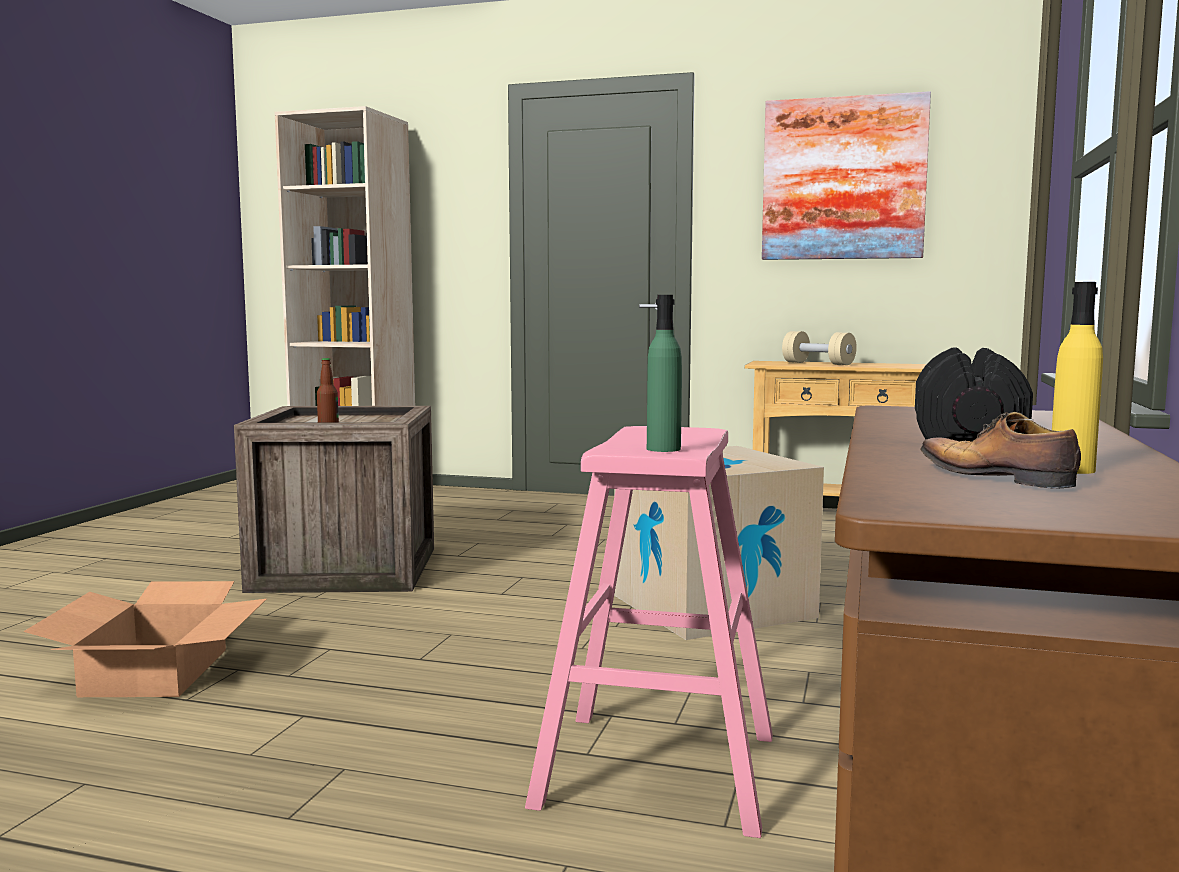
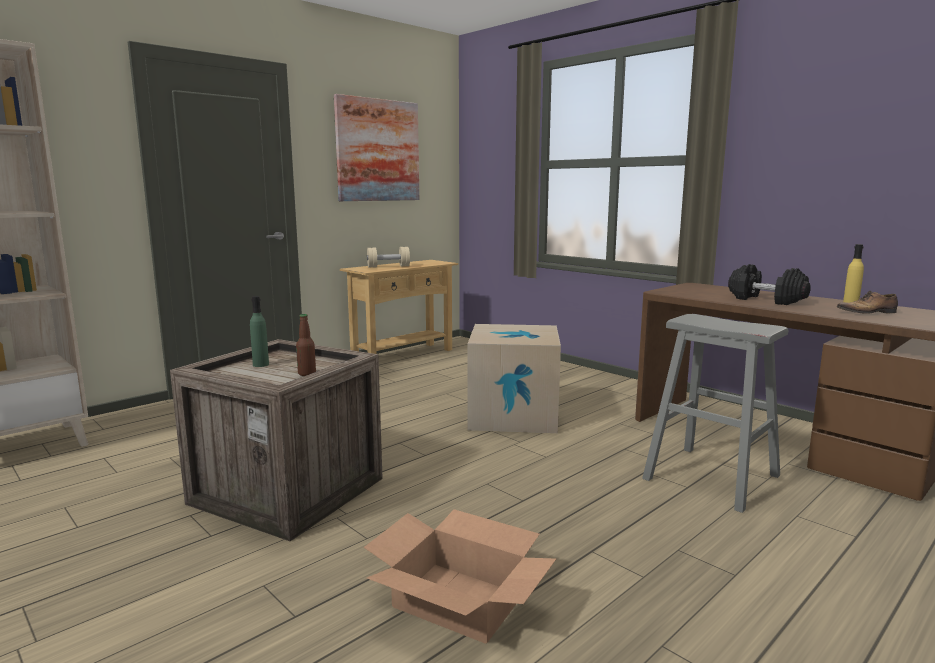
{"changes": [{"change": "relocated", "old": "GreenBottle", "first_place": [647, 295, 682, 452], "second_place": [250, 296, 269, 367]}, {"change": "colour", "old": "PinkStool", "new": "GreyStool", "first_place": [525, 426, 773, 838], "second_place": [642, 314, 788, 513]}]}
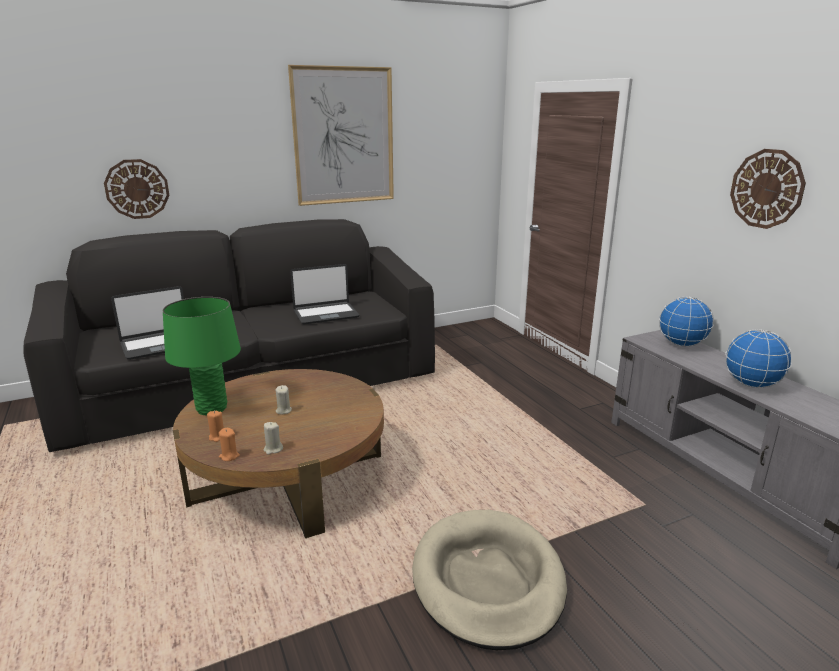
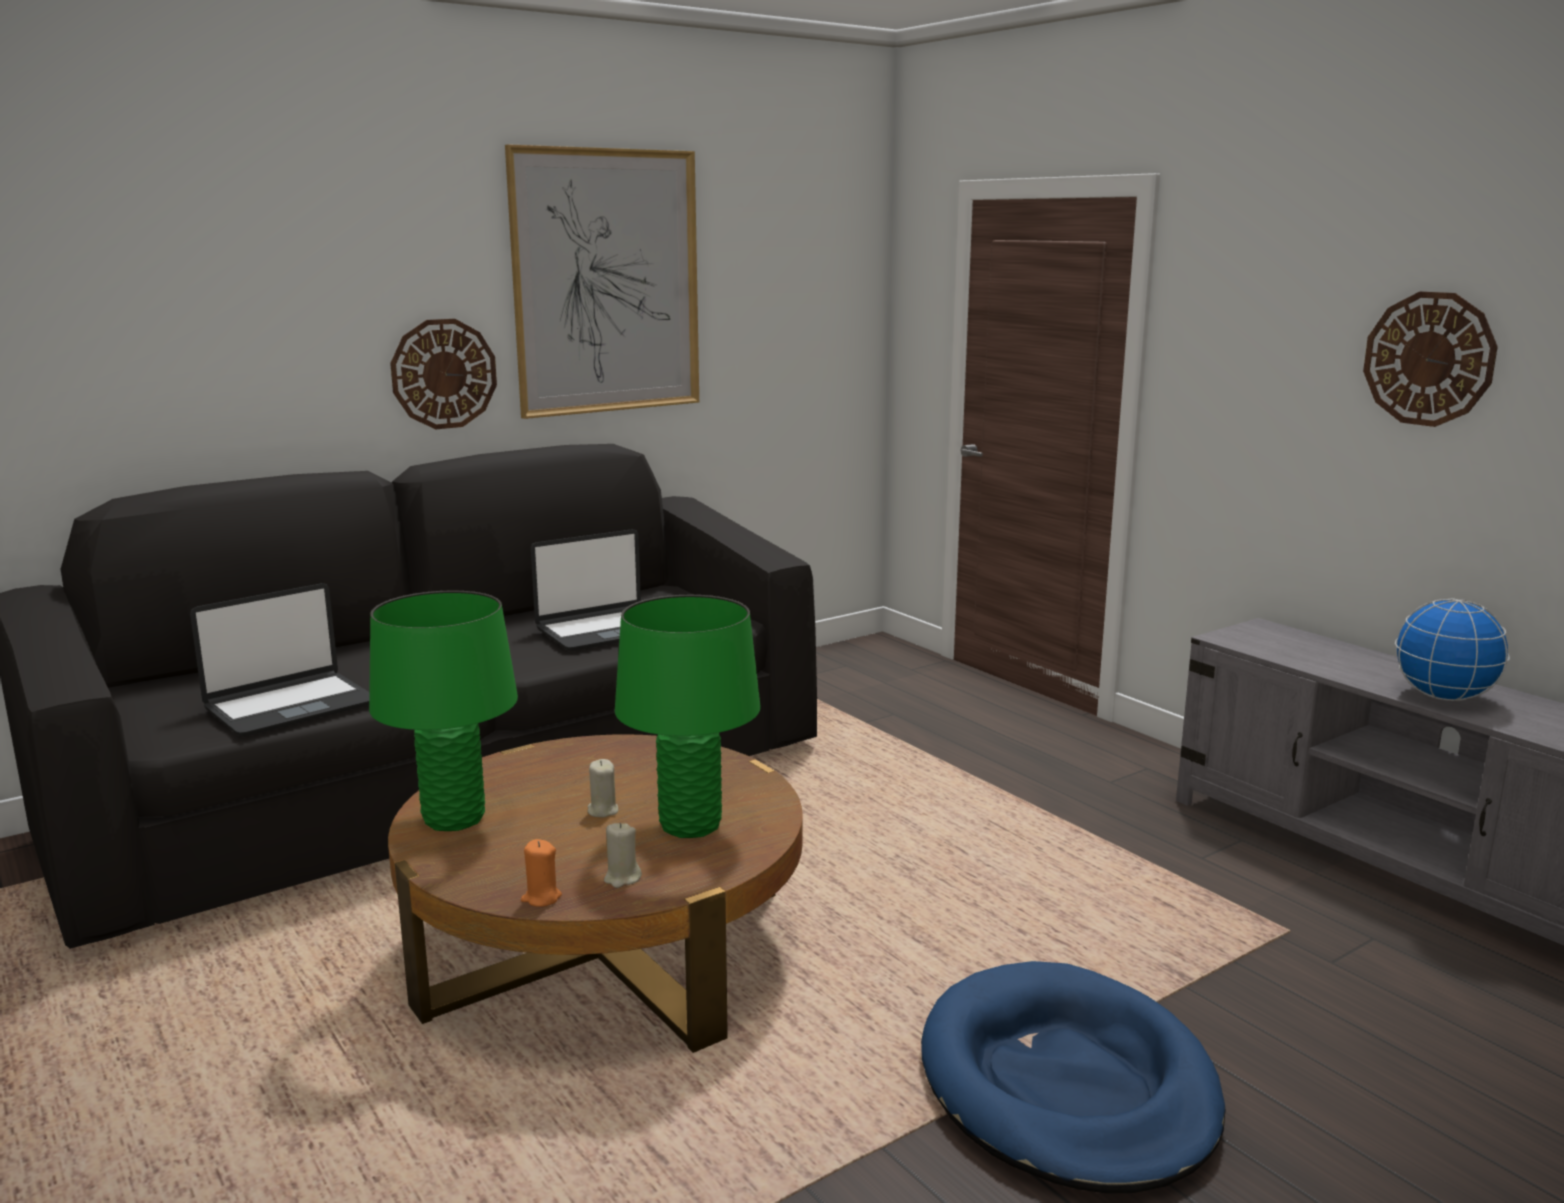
{"changes": [{"change": "relocated", "old": "WallClock", "first_place": [104, 159, 170, 219], "second_place": [390, 319, 497, 429]}, {"change": "missing", "old": "Globe", "first_place": [659, 297, 714, 347]}, {"change": "missing", "old": "OrangeCandle", "first_place": [207, 411, 224, 442]}, {"change": "colour", "old": "BeigeDogBed", "new": "BlueDogBed", "first_place": [412, 510, 567, 650], "second_place": [921, 961, 1225, 1194]}, {"change": "appeared", "new": "GreenTableLamp", "second_place": [615, 595, 761, 838]}]}
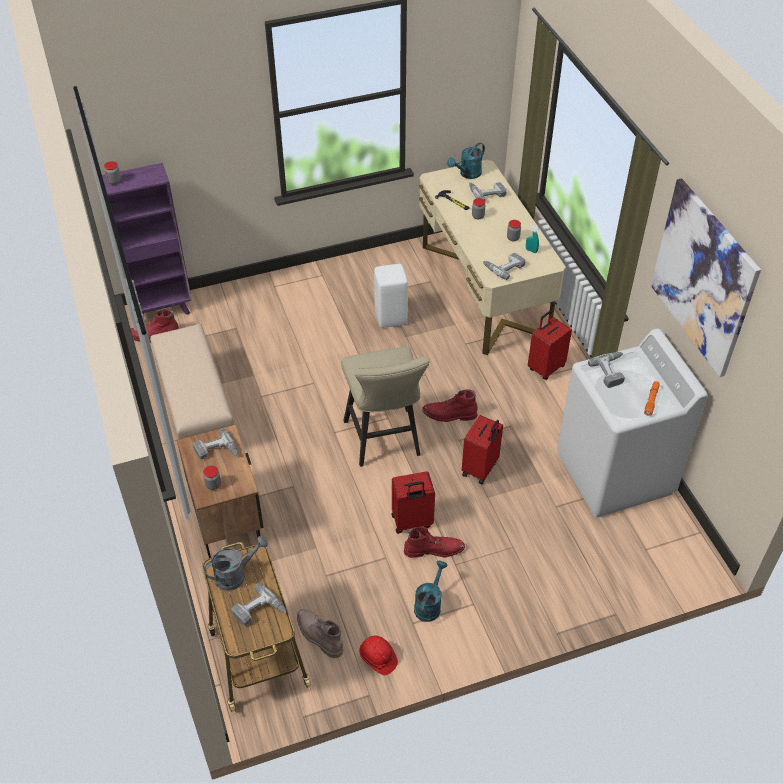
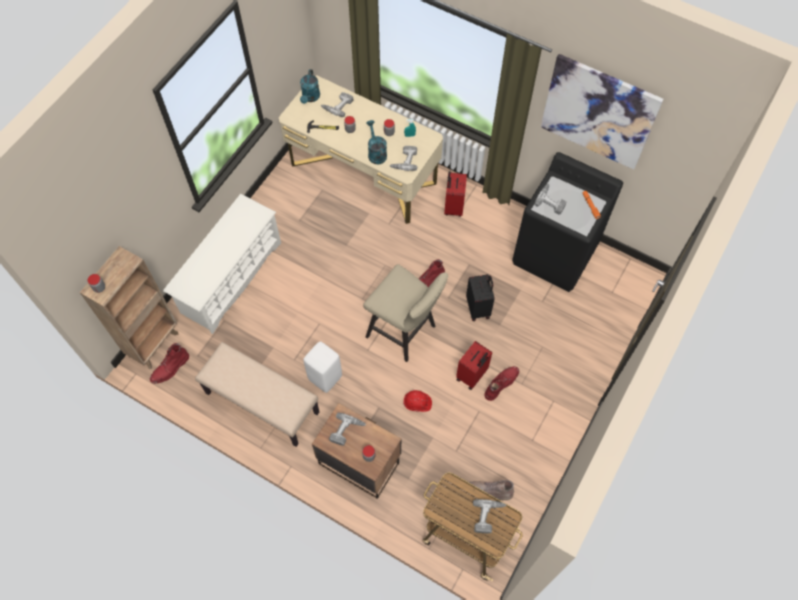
{"changes": [{"change": "colour", "old": "PurpleBookcase", "new": "BrownBookcase", "first_place": [102, 163, 192, 316], "second_place": [80, 246, 178, 369]}, {"change": "relocated", "old": "WhiteStool", "first_place": [374, 264, 408, 328], "second_place": [303, 341, 342, 393]}, {"change": "colour", "old": "WhiteWashingMachine", "new": "BlackWashingMachine", "first_place": [557, 328, 707, 517], "second_place": [512, 152, 623, 292]}, {"change": "colour", "old": "RedSuitcase", "new": "BlackSuitcase", "first_place": [462, 415, 503, 484], "second_place": [466, 275, 495, 321]}, {"change": "missing", "old": "GreyWateringCan", "first_place": [204, 536, 268, 591]}, {"change": "relocated", "old": "TurquoiseWateringCan", "first_place": [414, 561, 448, 622], "second_place": [366, 120, 387, 165]}, {"change": "relocated", "old": "RedHardHat", "first_place": [359, 635, 398, 675], "second_place": [403, 390, 432, 412]}, {"change": "appeared", "new": "WhiteShoeRack", "second_place": [163, 194, 281, 334]}]}
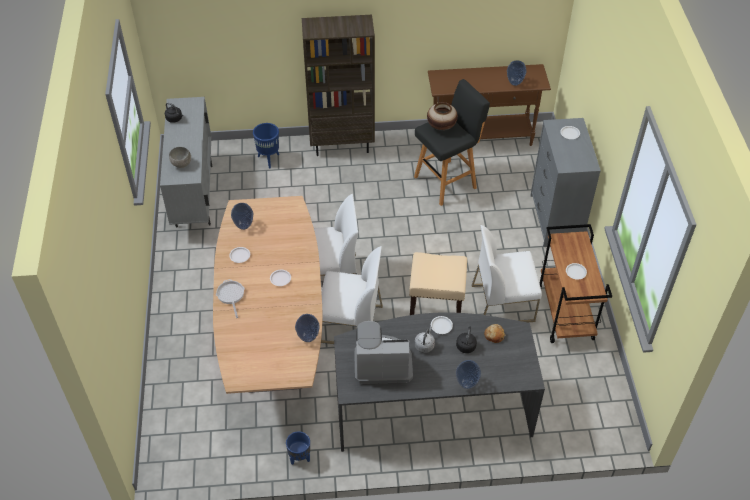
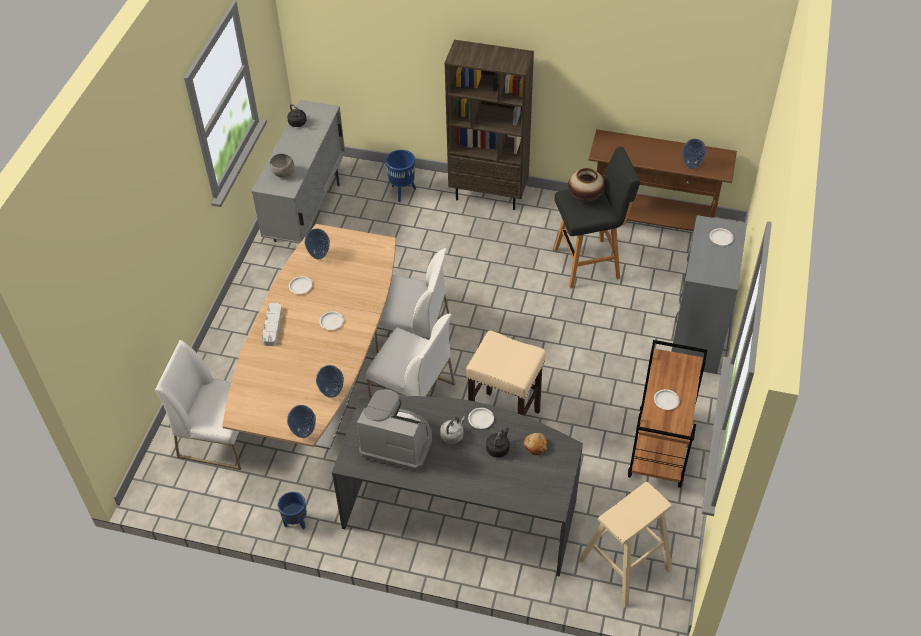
{"changes": [{"change": "relocated", "old": "WhiteChair", "first_place": [471, 225, 542, 322], "second_place": [155, 340, 241, 470]}, {"change": "exchanged", "old": "FryingPan", "new": "GreyTray", "first_place": [216, 279, 245, 318], "second_place": [262, 303, 282, 346]}, {"change": "relocated", "old": "Vase", "first_place": [456, 360, 481, 389], "second_place": [287, 405, 316, 438]}, {"change": "appeared", "new": "BeigeStool", "second_place": [578, 482, 672, 608]}]}
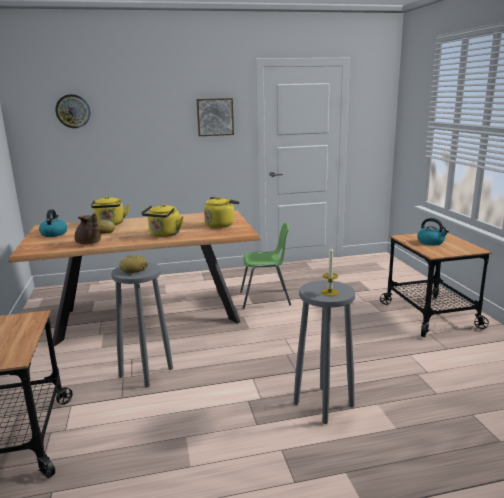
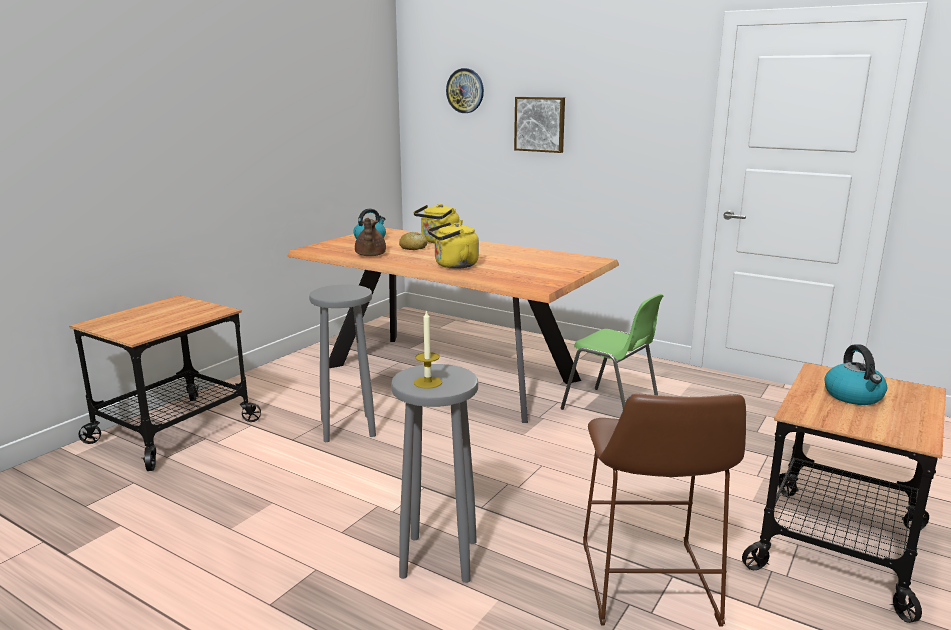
{"changes": [{"change": "relocated", "old": "Picture", "first_place": [196, 98, 234, 136], "second_place": [514, 97, 565, 153]}, {"change": "missing", "old": "YellowKettle", "first_place": [204, 197, 240, 228]}, {"change": "missing", "old": "Bread", "first_place": [119, 255, 148, 273]}, {"change": "appeared", "new": "BrownStool", "second_place": [583, 394, 746, 627]}]}
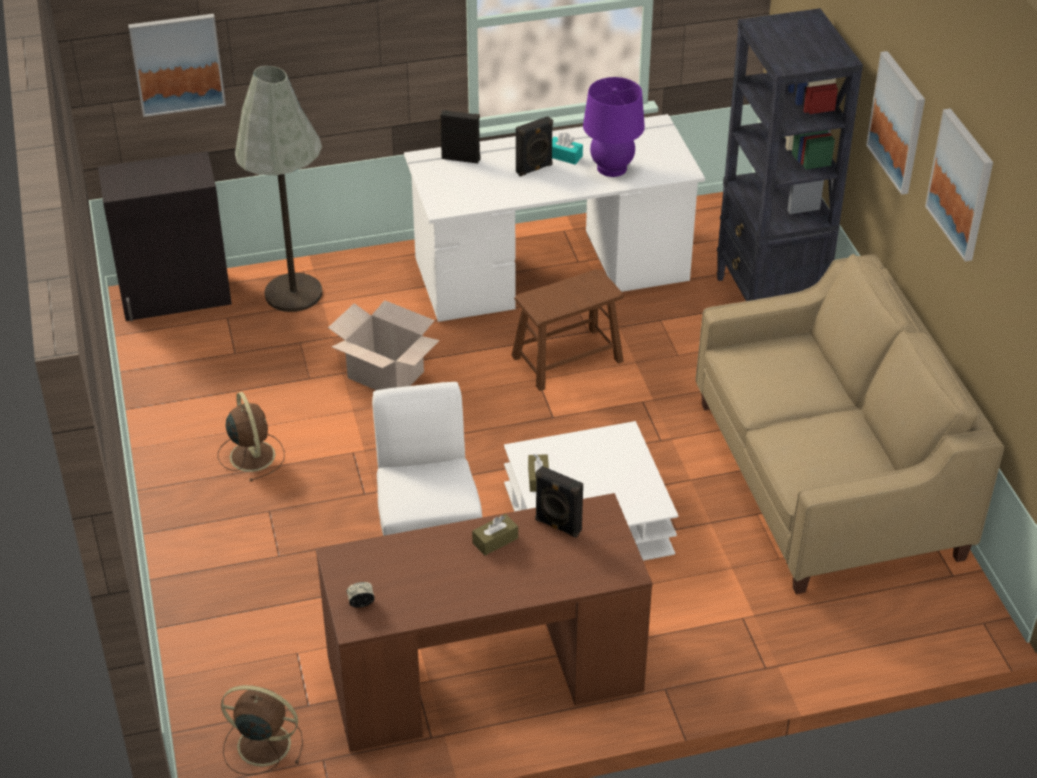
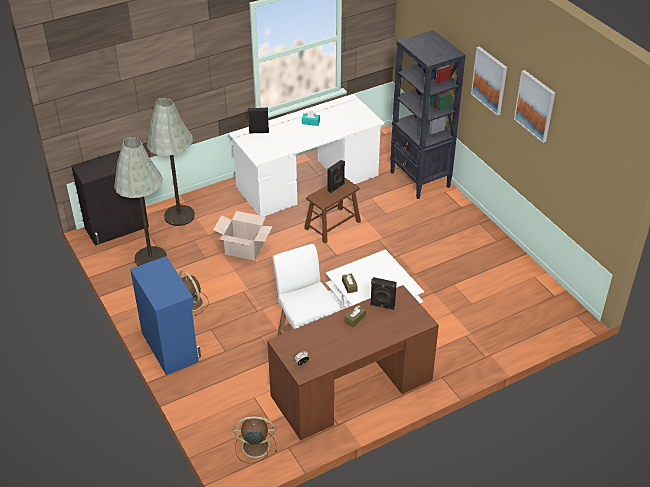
{"changes": [{"change": "missing", "old": "Picture", "first_place": [128, 14, 226, 117]}, {"change": "missing", "old": "PurpleTableLamp", "first_place": [583, 77, 645, 177]}, {"change": "relocated", "old": "BlackSpeaker", "first_place": [516, 116, 553, 177], "second_place": [328, 160, 345, 193]}, {"change": "missing", "old": "BeigeSofa", "first_place": [695, 254, 1004, 594]}, {"change": "appeared", "new": "GreyFloorLamp", "second_place": [114, 137, 167, 266]}, {"change": "appeared", "new": "BlueCabinet", "second_place": [130, 256, 201, 375]}]}
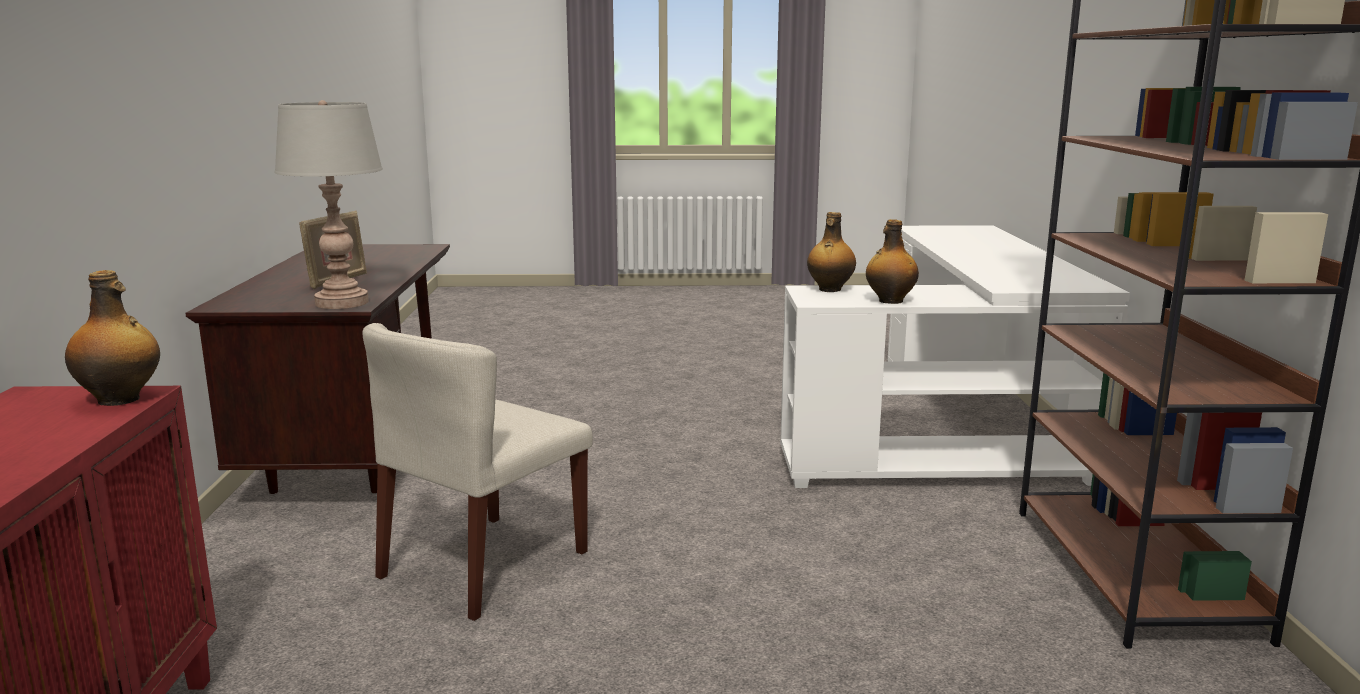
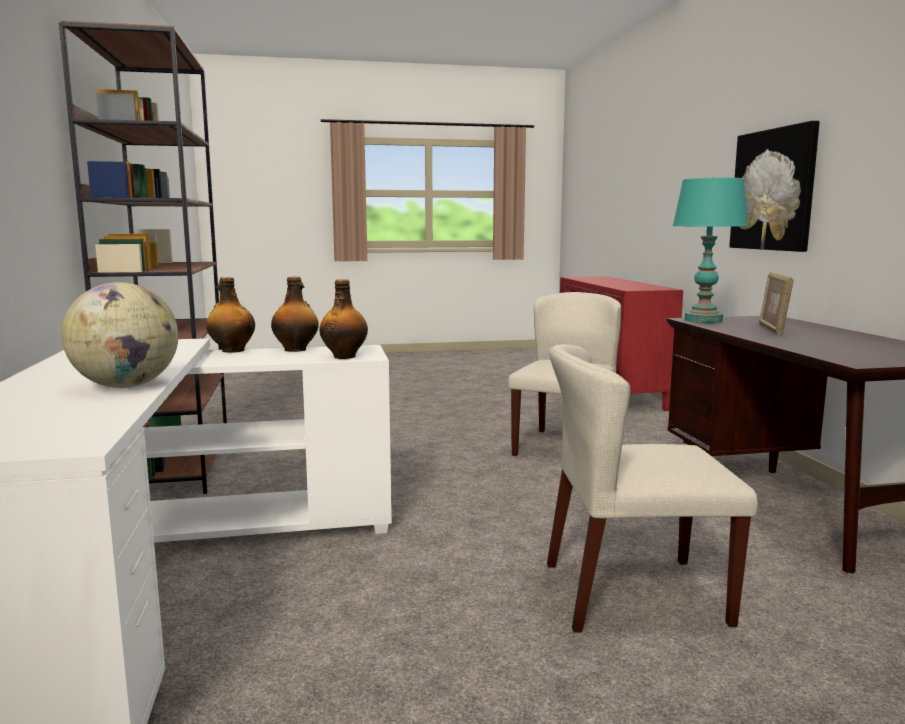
{"changes": [{"change": "colour", "old": "GreyTableLamp", "new": "TurquoiseTableLamp", "first_place": [274, 100, 383, 309], "second_place": [673, 177, 748, 323]}, {"change": "relocated", "old": "Bottle", "first_place": [65, 270, 160, 406], "second_place": [206, 277, 255, 353]}, {"change": "appeared", "new": "Picture", "second_place": [729, 121, 820, 252]}, {"change": "appeared", "new": "Globe", "second_place": [62, 282, 178, 388]}, {"change": "appeared", "new": "BeigeChair", "second_place": [547, 344, 758, 633]}]}
